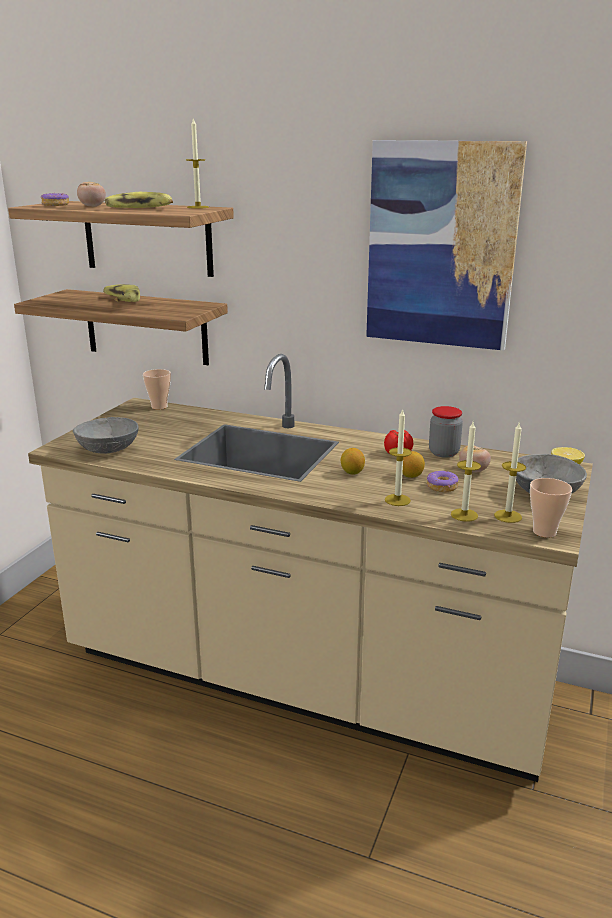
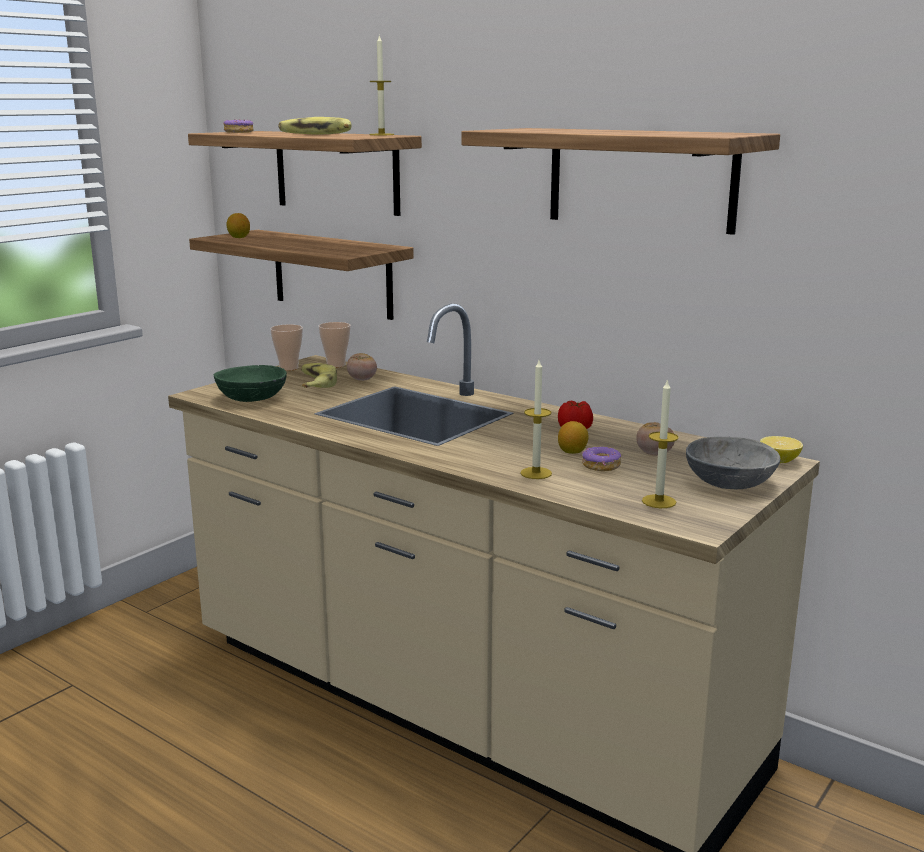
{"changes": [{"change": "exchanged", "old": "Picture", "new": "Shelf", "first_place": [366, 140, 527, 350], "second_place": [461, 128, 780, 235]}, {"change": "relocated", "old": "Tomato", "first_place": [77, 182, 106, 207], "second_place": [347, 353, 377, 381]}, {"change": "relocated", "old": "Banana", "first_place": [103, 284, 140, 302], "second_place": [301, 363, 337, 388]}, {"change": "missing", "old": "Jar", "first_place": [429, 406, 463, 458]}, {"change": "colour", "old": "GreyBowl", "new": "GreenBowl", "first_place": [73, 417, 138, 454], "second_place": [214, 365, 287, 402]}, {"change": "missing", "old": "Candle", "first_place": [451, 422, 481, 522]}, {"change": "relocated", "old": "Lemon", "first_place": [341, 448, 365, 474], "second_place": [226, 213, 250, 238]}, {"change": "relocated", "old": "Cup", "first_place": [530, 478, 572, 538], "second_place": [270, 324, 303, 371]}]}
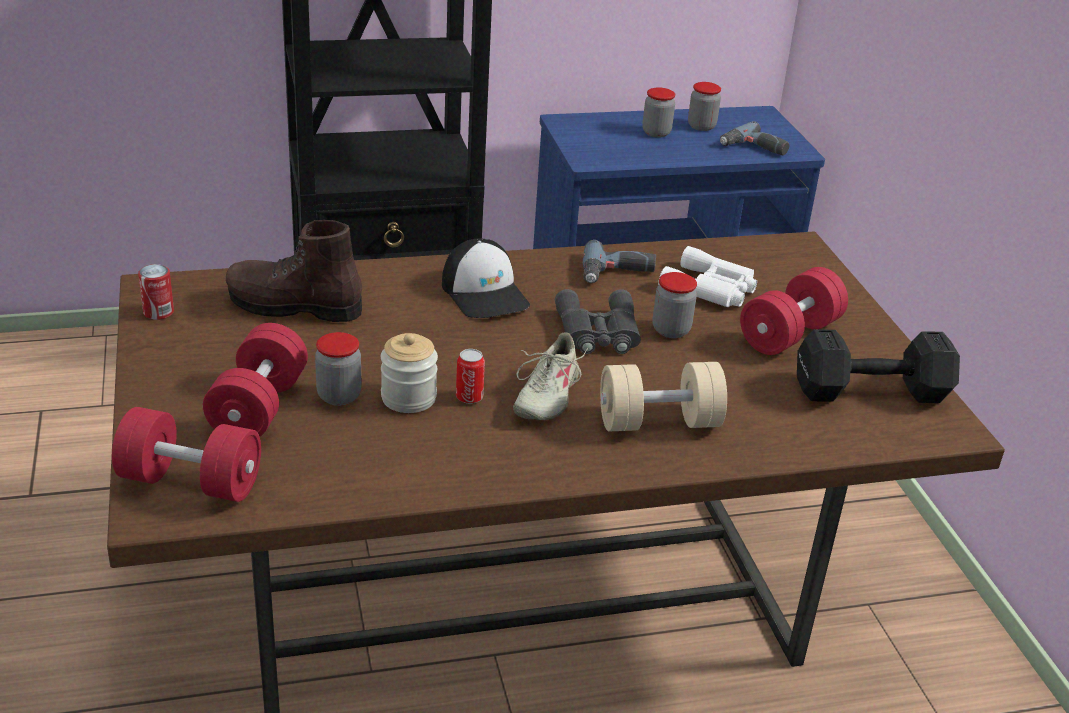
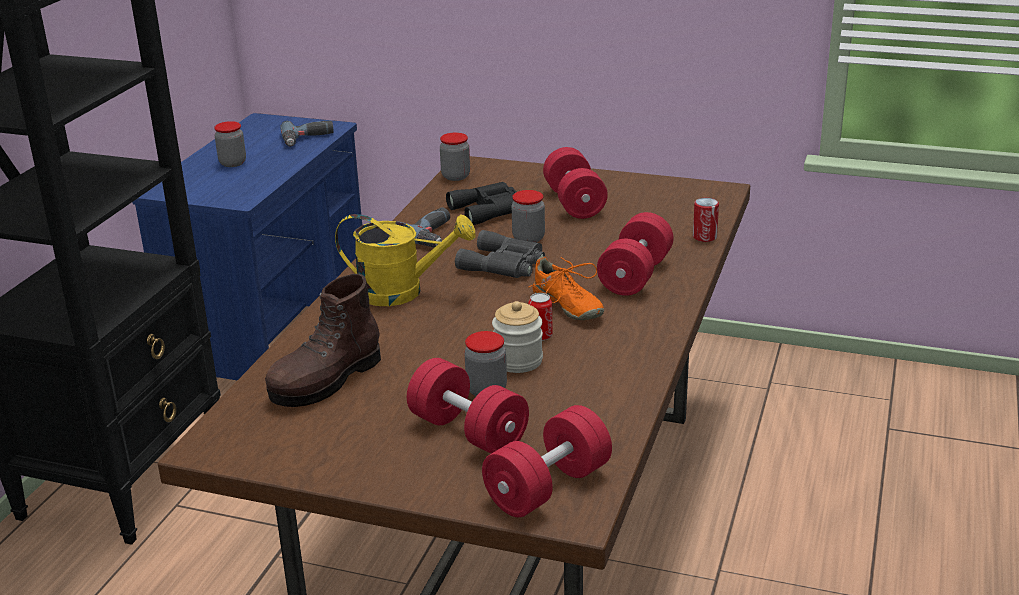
{"changes": [{"change": "relocated", "old": "Jar", "first_place": [688, 82, 721, 131], "second_place": [440, 132, 470, 181]}, {"change": "exchanged", "old": "Cap", "new": "YellowWateringCan", "first_place": [442, 238, 530, 318], "second_place": [335, 214, 476, 306]}, {"change": "colour", "old": "WhiteBinoculars", "new": "BlackBinoculars", "first_place": [658, 246, 757, 307], "second_place": [446, 182, 517, 225]}, {"change": "relocated", "old": "Can", "first_place": [138, 264, 174, 320], "second_place": [693, 198, 719, 242]}, {"change": "missing", "old": "BlackDumbbell", "first_place": [797, 329, 960, 403]}, {"change": "colour", "old": "BeigeShoe", "new": "OrangeShoe", "first_place": [513, 332, 589, 420], "second_place": [528, 256, 604, 320]}, {"change": "colour", "old": "BeigeDumbbell", "new": "RedDumbbell", "first_place": [600, 362, 727, 432], "second_place": [597, 212, 673, 296]}]}
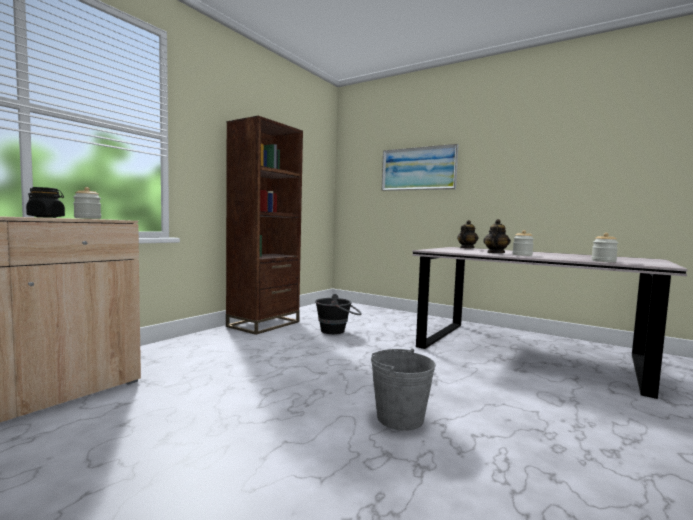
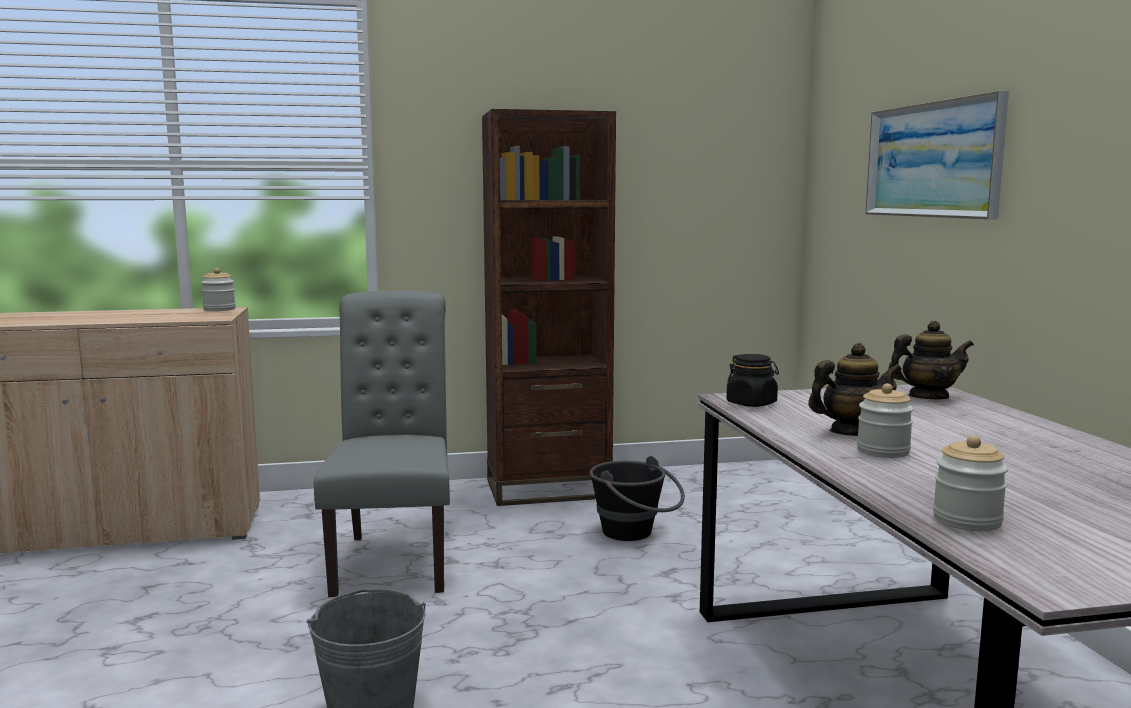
{"changes": [{"change": "relocated", "old": "BlackJar", "first_place": [26, 187, 65, 218], "second_place": [726, 354, 779, 407]}, {"change": "appeared", "new": "GreyChair", "second_place": [314, 291, 450, 597]}]}
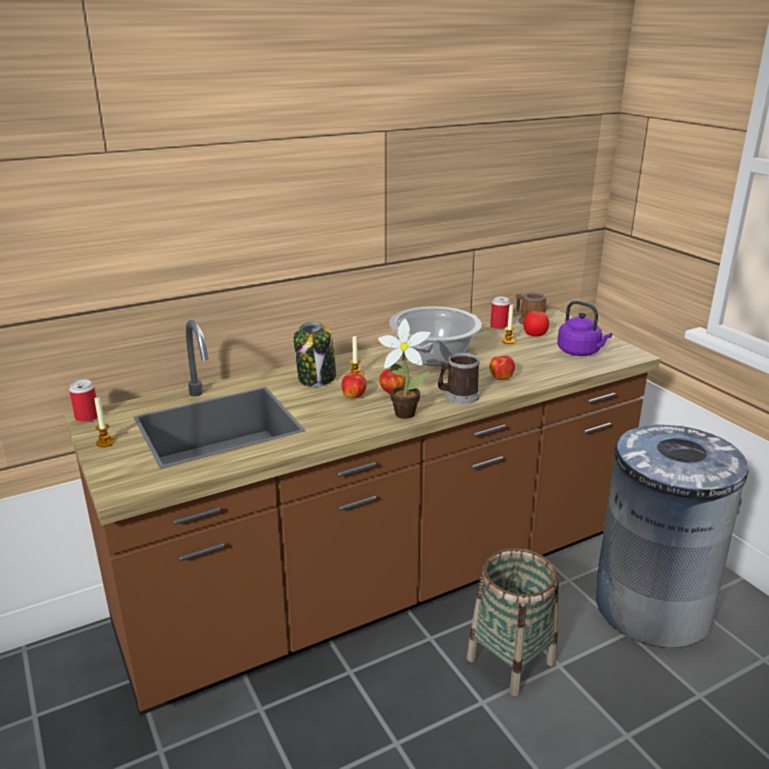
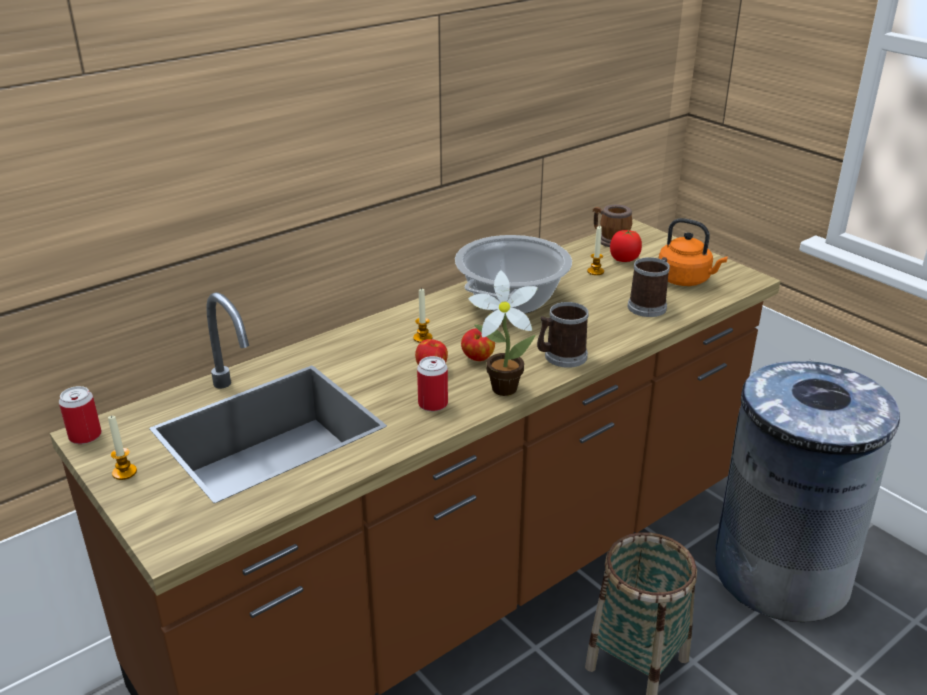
{"changes": [{"change": "relocated", "old": "Can", "first_place": [490, 297, 510, 330], "second_place": [417, 356, 448, 411]}, {"change": "colour", "old": "PurpleKettle", "new": "OrangeKettle", "first_place": [557, 301, 612, 356], "second_place": [659, 218, 728, 286]}, {"change": "missing", "old": "Jar", "first_place": [294, 321, 336, 387]}, {"change": "missing", "old": "Apple", "first_place": [489, 356, 515, 380]}, {"change": "appeared", "new": "Mug", "second_place": [627, 257, 670, 317]}]}
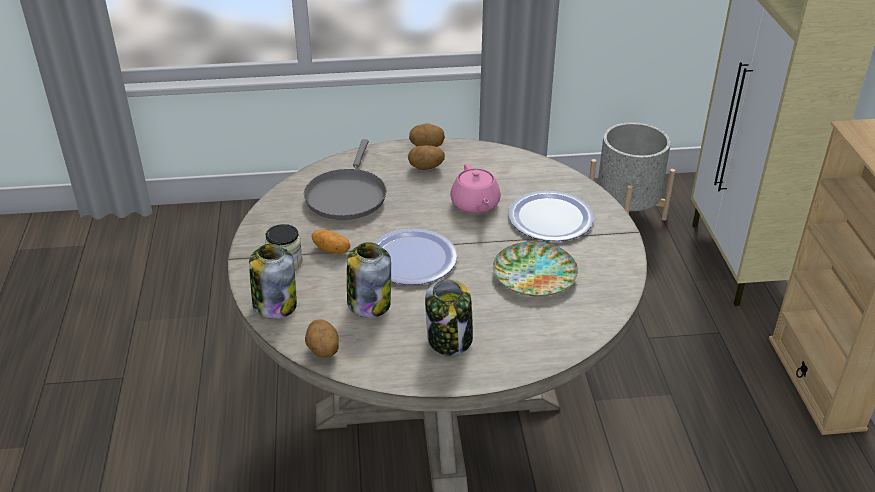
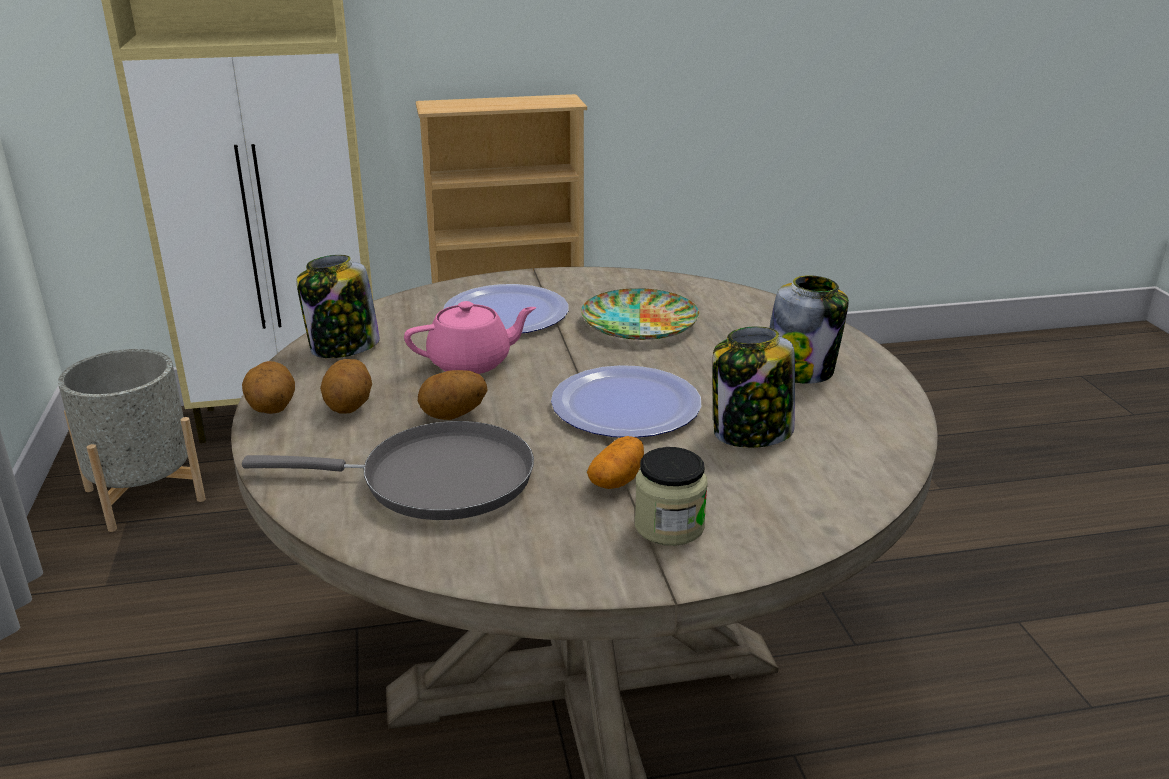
{"changes": [{"change": "relocated", "old": "Jar", "first_place": [249, 244, 297, 319], "second_place": [296, 255, 380, 358]}, {"change": "relocated", "old": "Potato", "first_place": [305, 319, 339, 358], "second_place": [418, 370, 488, 420]}]}
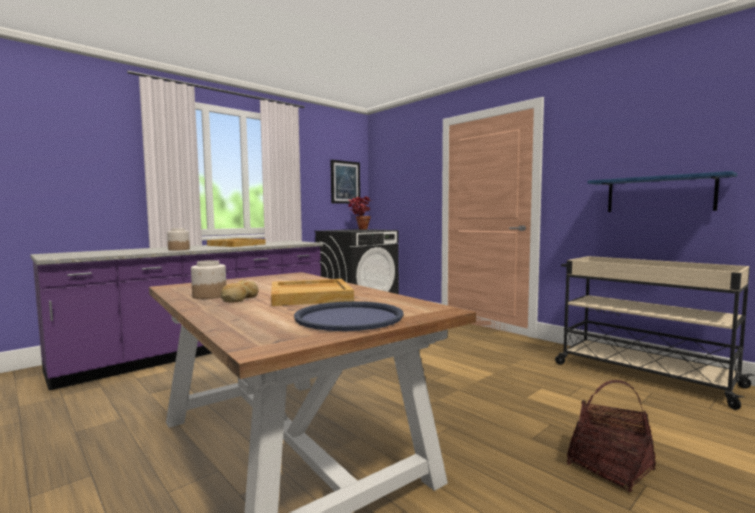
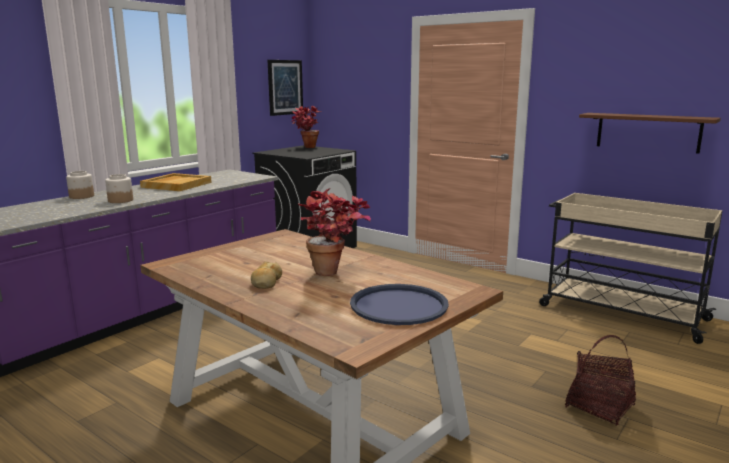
{"changes": [{"change": "colour", "old": "BlueShelf", "new": "BrownShelf", "first_place": [587, 171, 737, 212], "second_place": [579, 113, 721, 154]}, {"change": "relocated", "old": "Jar", "first_place": [191, 260, 226, 299], "second_place": [66, 171, 94, 199]}, {"change": "exchanged", "old": "BeigeTray", "new": "PottedPlant", "first_place": [271, 279, 354, 306], "second_place": [298, 188, 371, 276]}]}
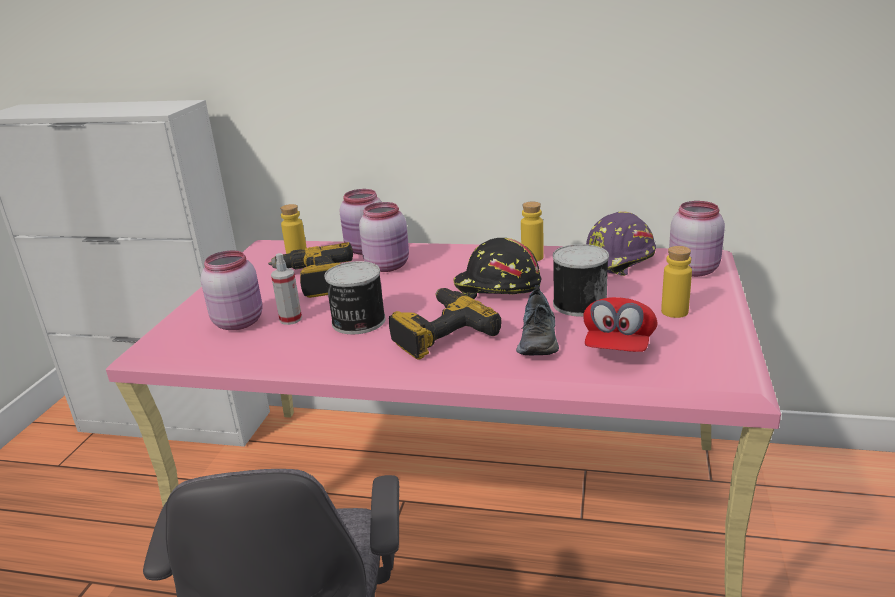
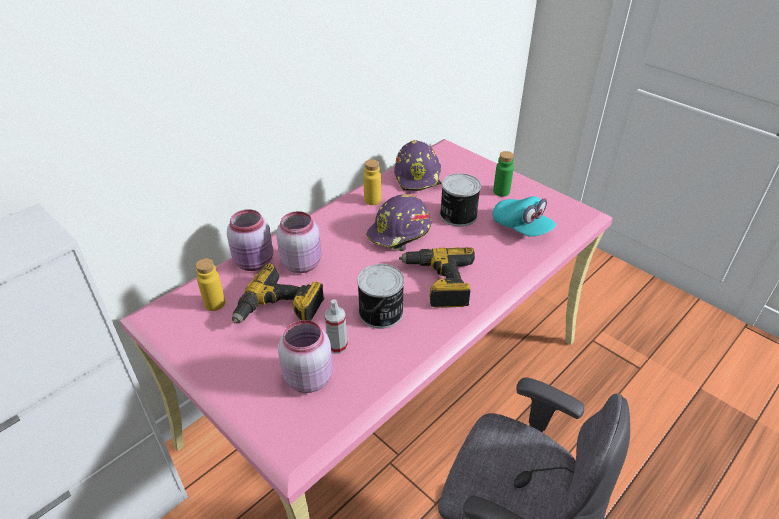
{"changes": [{"change": "missing", "old": "PinkJar", "first_place": [669, 201, 725, 277]}, {"change": "colour", "old": "BlackHardHat", "new": "PurpleHardHat", "first_place": [453, 238, 541, 299], "second_place": [366, 194, 431, 252]}, {"change": "colour", "old": "YellowBottle", "new": "GreenBottle", "first_place": [661, 246, 692, 318], "second_place": [493, 151, 514, 197]}, {"change": "missing", "old": "Shoe", "first_place": [516, 285, 559, 355]}, {"change": "colour", "old": "RedCap", "new": "TurquoiseCap", "first_place": [583, 297, 658, 352], "second_place": [492, 196, 556, 237]}]}
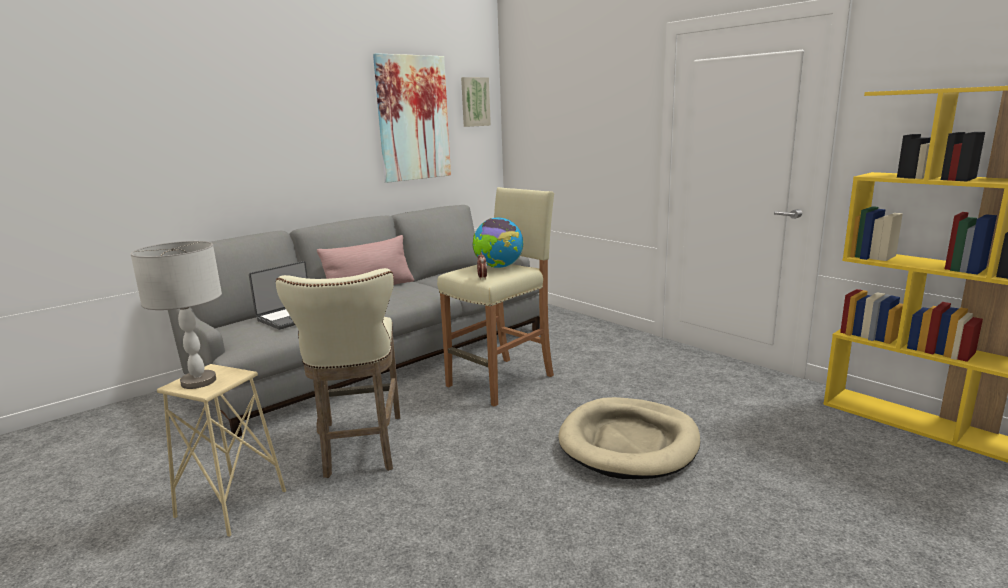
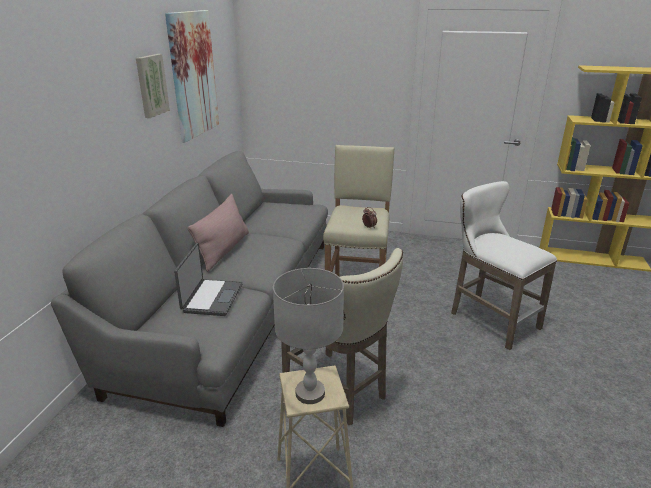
{"changes": [{"change": "relocated", "old": "Picture", "first_place": [461, 77, 491, 127], "second_place": [136, 54, 170, 118]}, {"change": "missing", "old": "Globe", "first_place": [472, 217, 524, 268]}, {"change": "exchanged", "old": "BeigeDogBed", "new": "WhiteStool", "first_place": [558, 397, 700, 479], "second_place": [451, 181, 557, 350]}]}
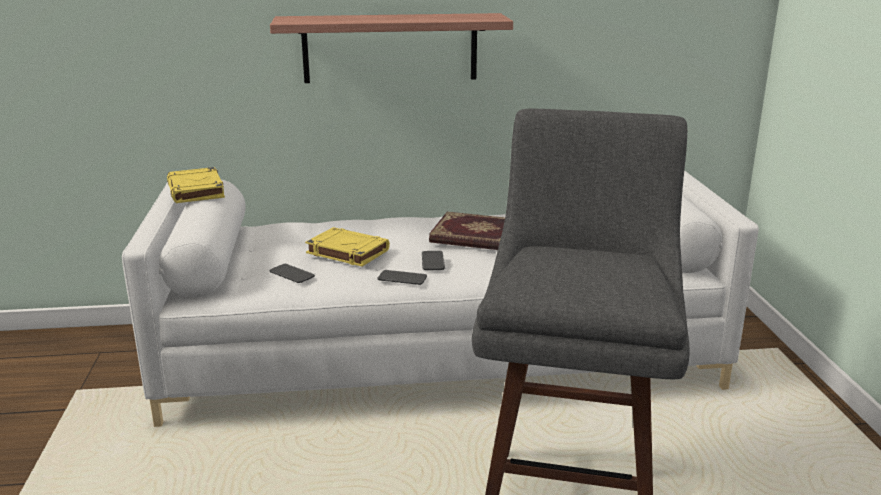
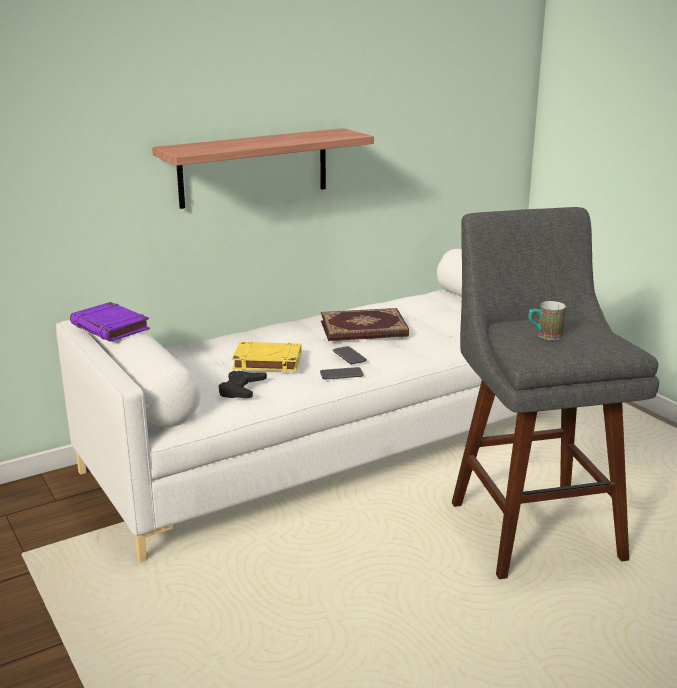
{"changes": [{"change": "colour", "old": "YellowBook", "new": "PurpleBook", "first_place": [167, 167, 225, 203], "second_place": [70, 302, 150, 342]}, {"change": "exchanged", "old": "Phone", "new": "BlackGameController", "first_place": [270, 264, 315, 283], "second_place": [218, 371, 267, 398]}, {"change": "appeared", "new": "Mug", "second_place": [528, 301, 566, 340]}]}
